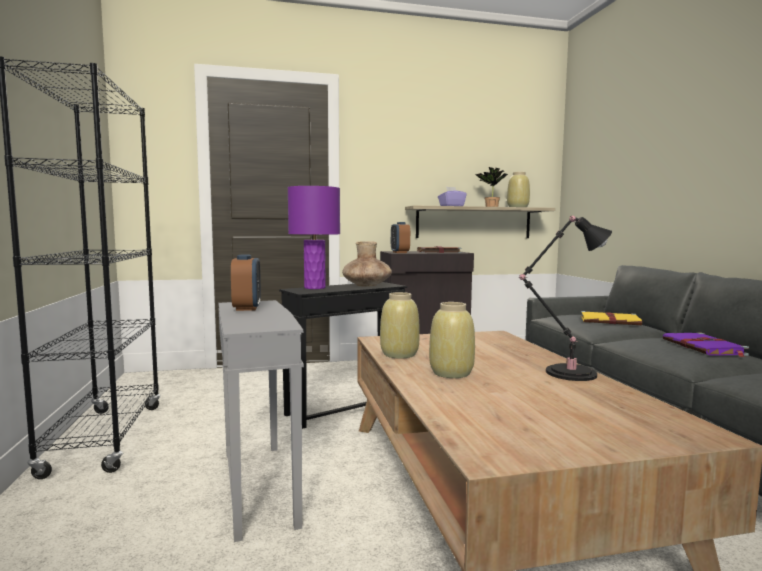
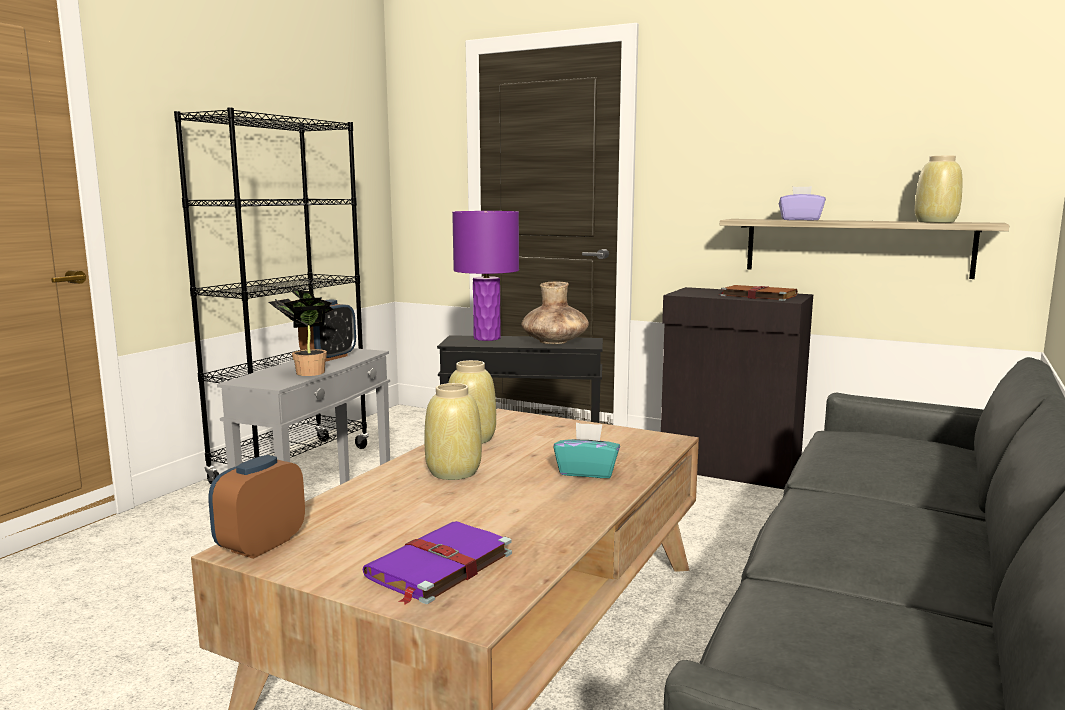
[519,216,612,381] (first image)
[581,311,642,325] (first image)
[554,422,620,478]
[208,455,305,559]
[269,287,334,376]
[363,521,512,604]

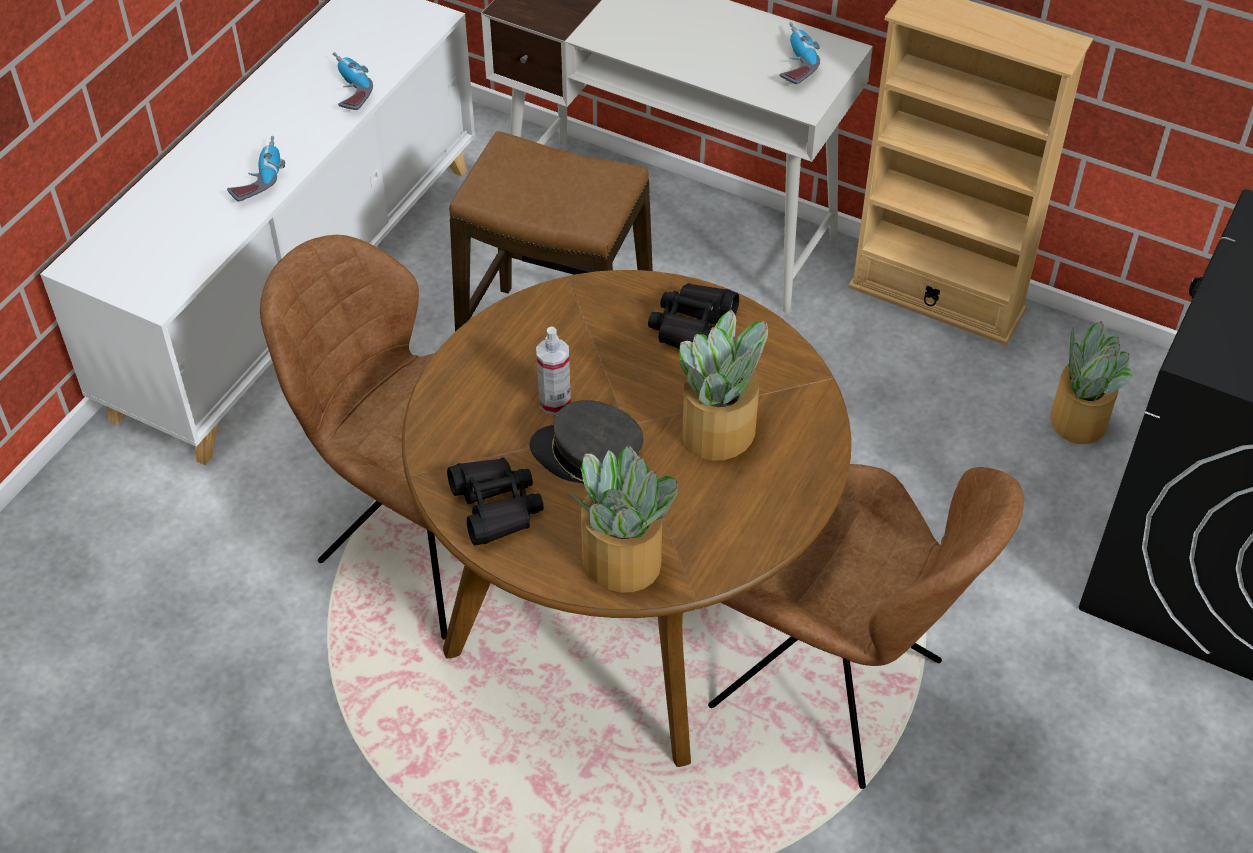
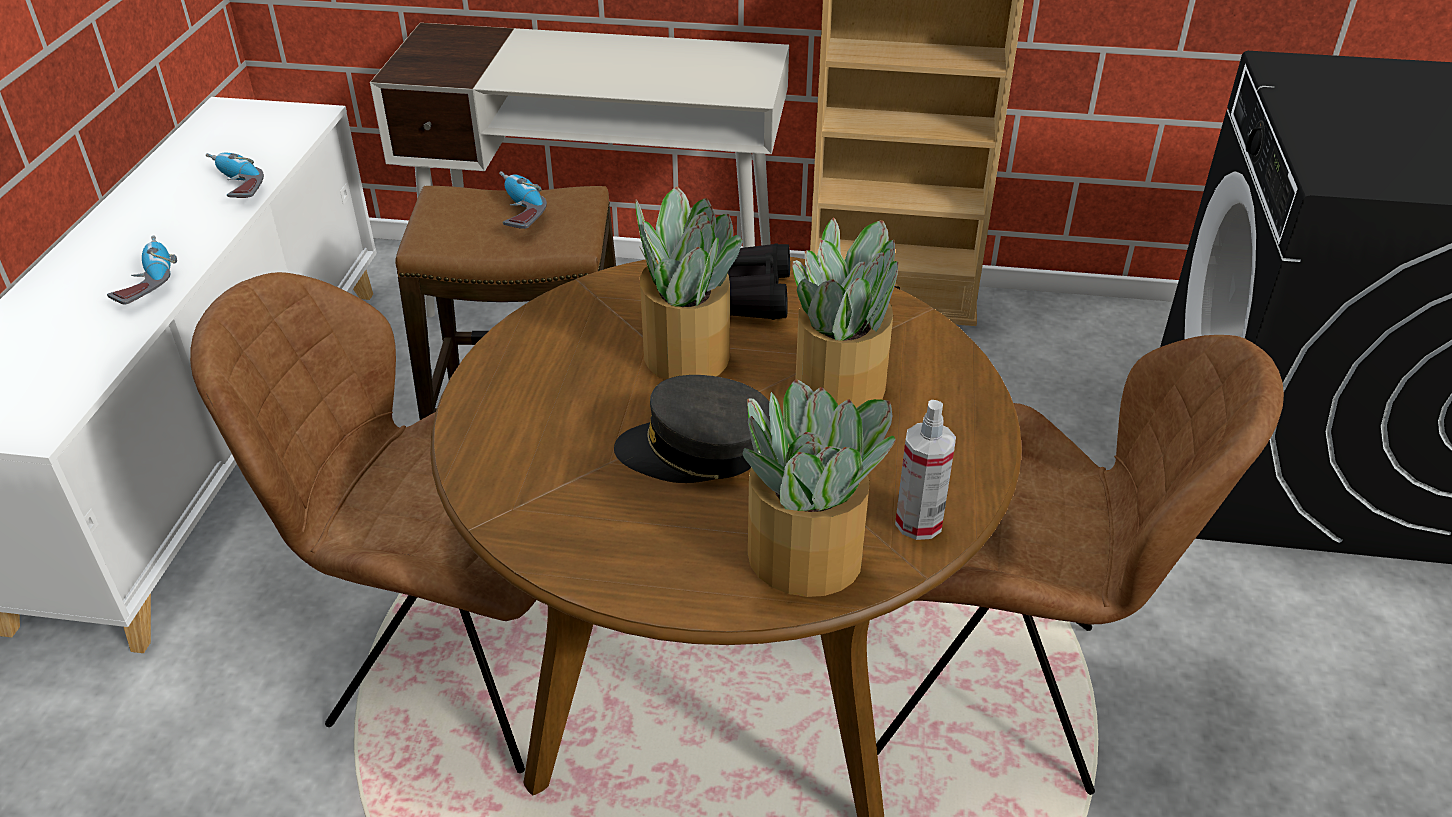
[447,457,544,546] (first image)
[895,400,956,540]
[499,171,547,229]
[636,187,742,380]

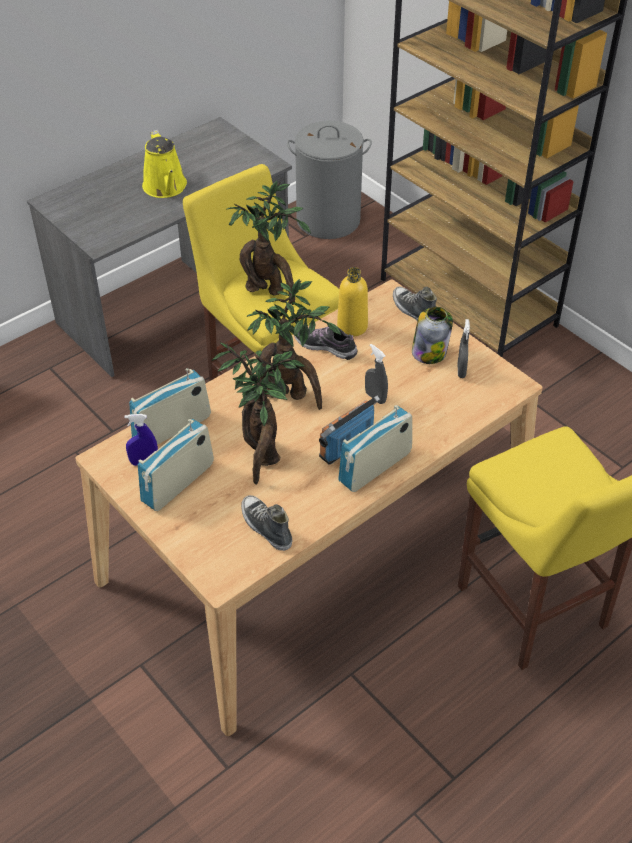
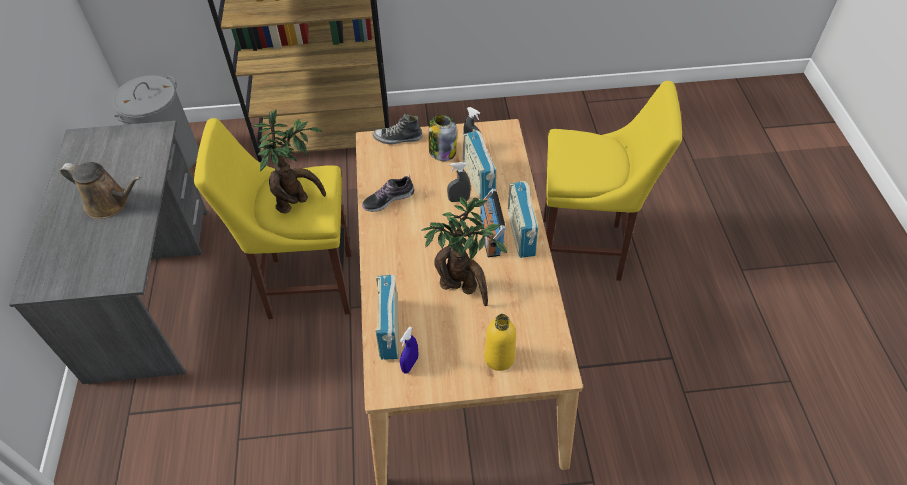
[241,495,292,551] (first image)
[246,279,341,410] (first image)
[463,129,496,200]
[484,314,516,371]
[60,162,141,219]

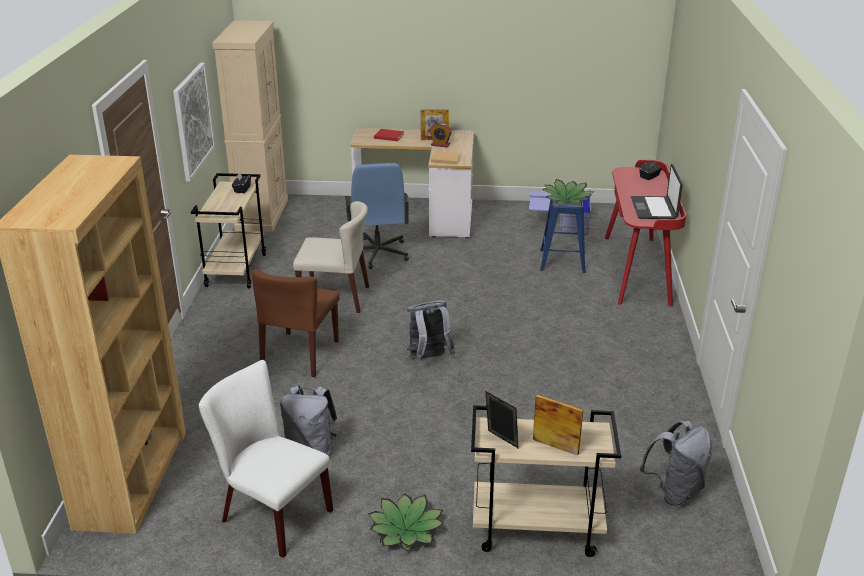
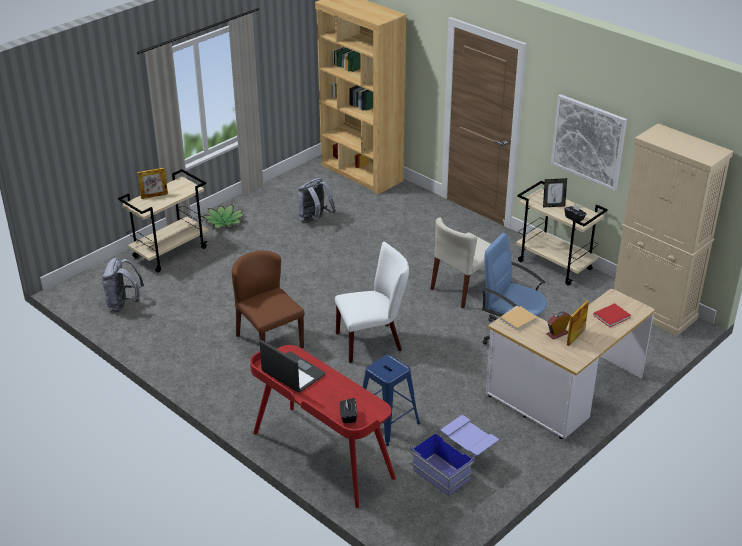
[407,300,455,360] (first image)
[542,179,595,205] (first image)
[335,242,409,363]
[232,251,304,348]
[543,178,567,207]

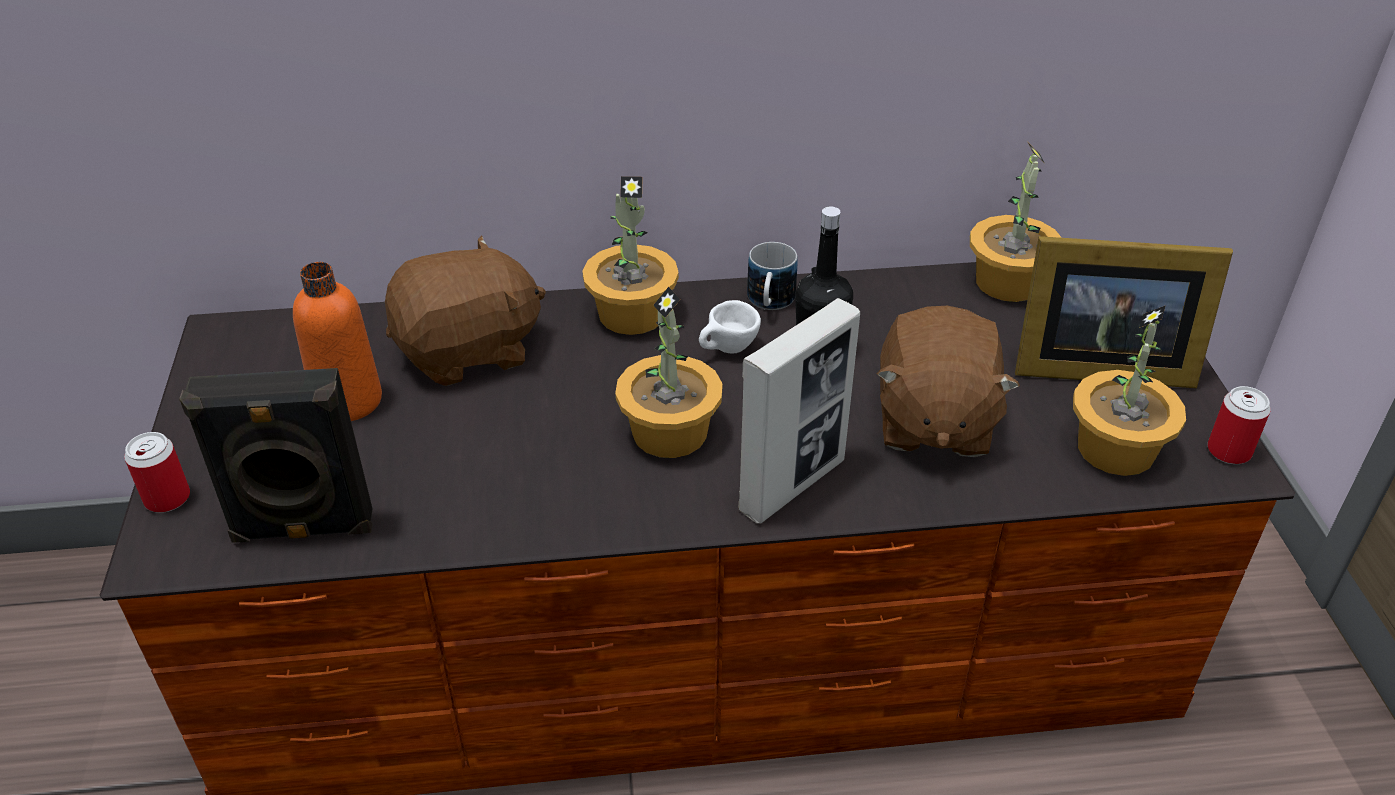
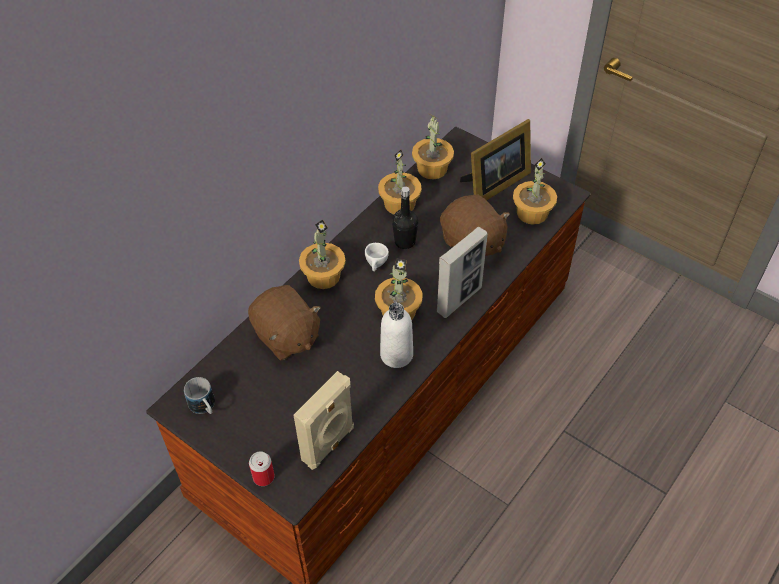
[293,262,382,421] (first image)
[1208,386,1271,464] (first image)
[378,150,422,215]
[380,303,413,368]
[184,377,215,414]
[294,371,354,470]
[248,285,321,361]
[437,227,488,318]

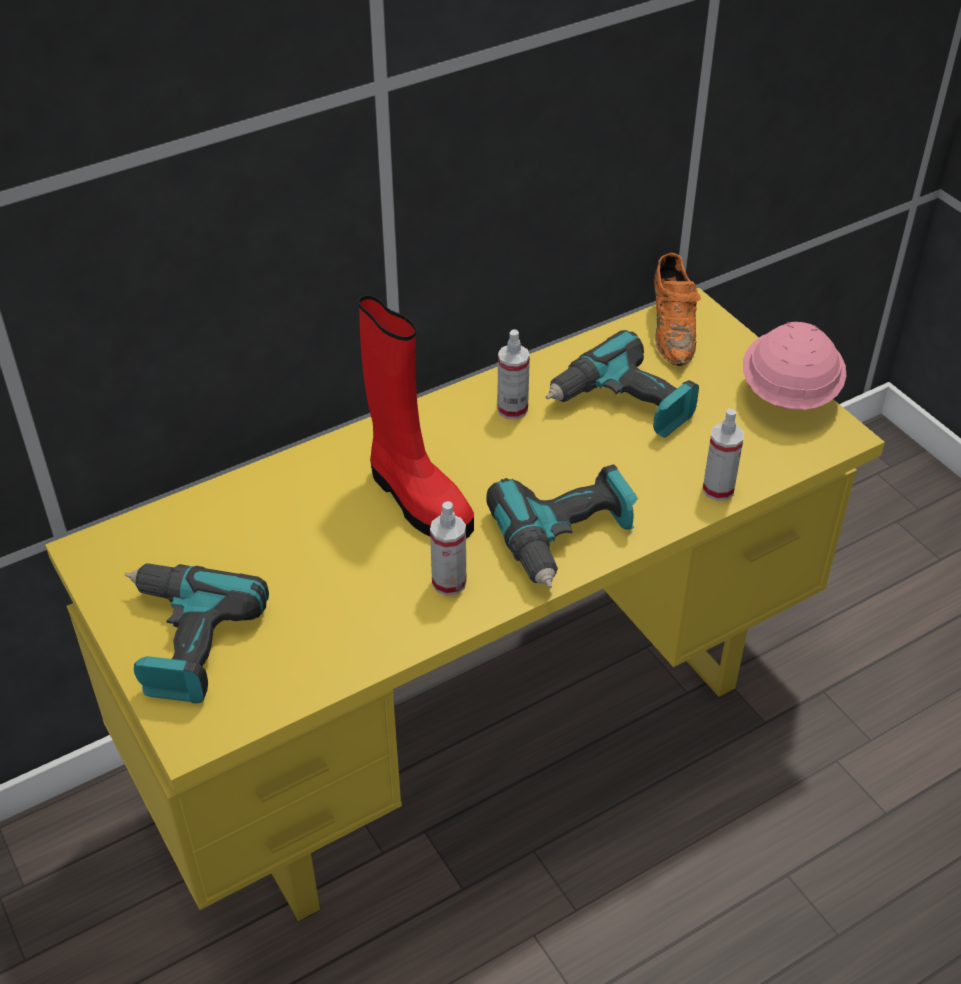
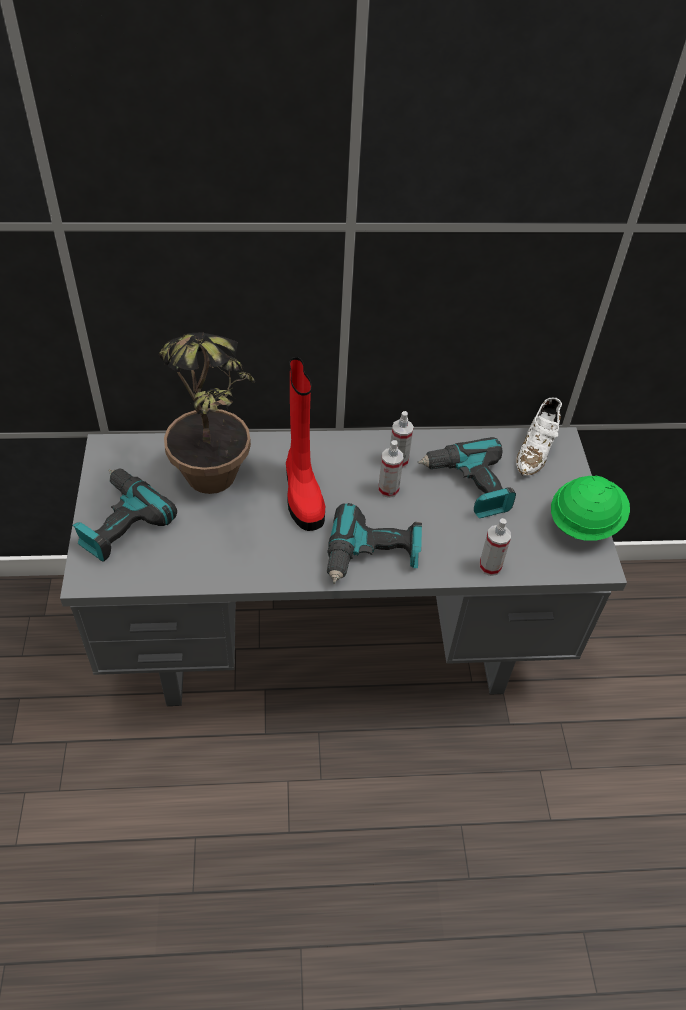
[159,332,255,494]
[378,440,403,498]
[60,427,627,706]
[516,398,562,476]
[551,475,630,541]

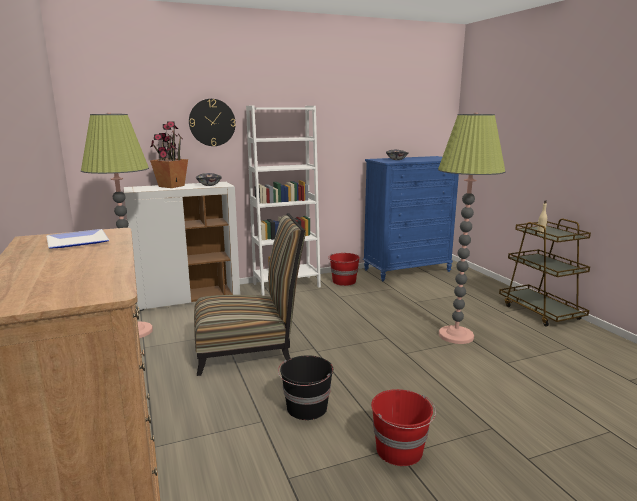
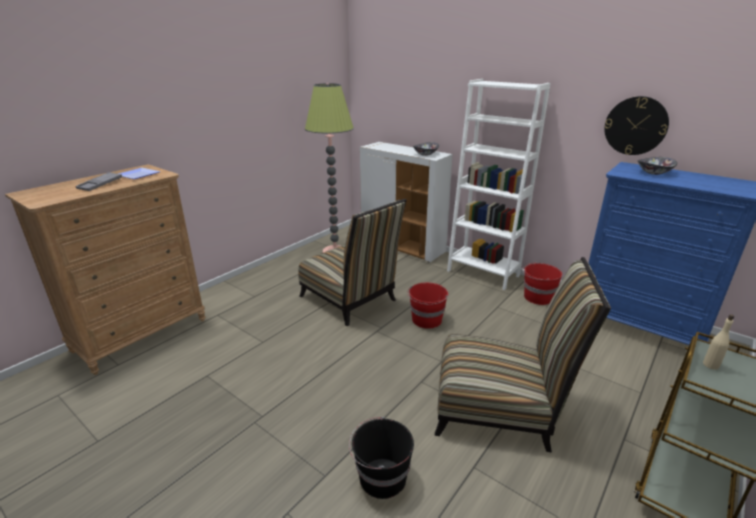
[150,121,188,188] (first image)
[76,172,122,191]
[604,96,669,155]
[349,417,414,499]
[408,283,448,329]
[435,257,611,453]

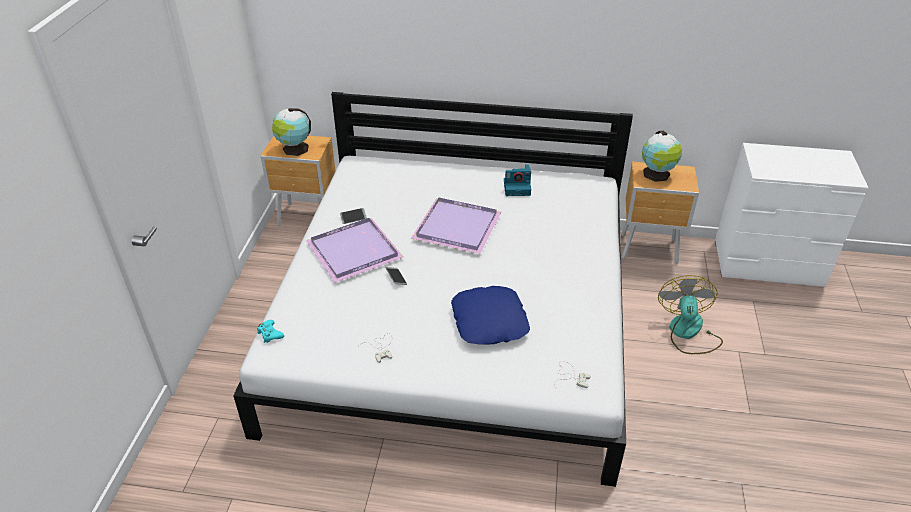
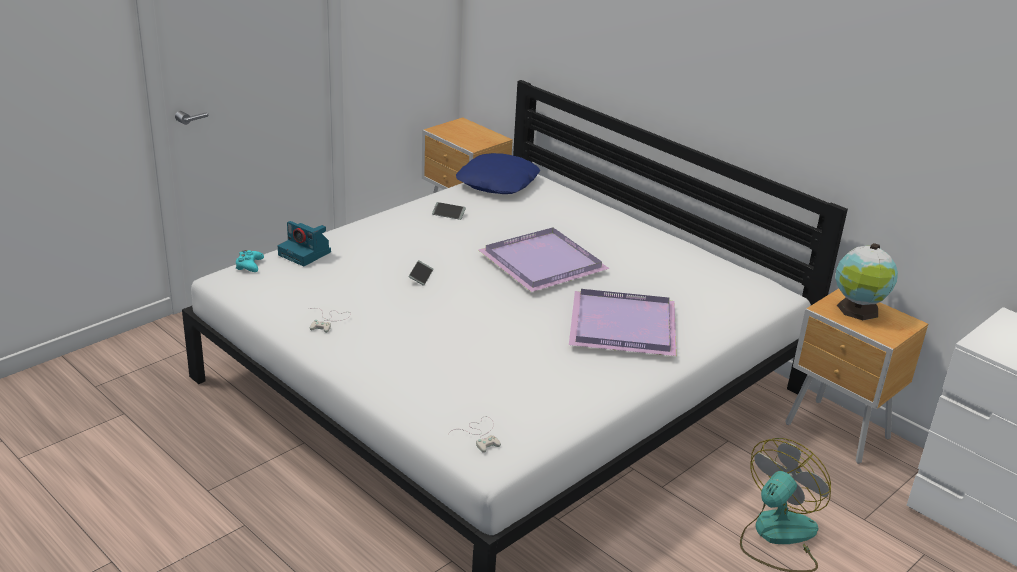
[272,108,311,156] (first image)
[569,289,677,356]
[456,153,540,194]
[278,221,331,266]

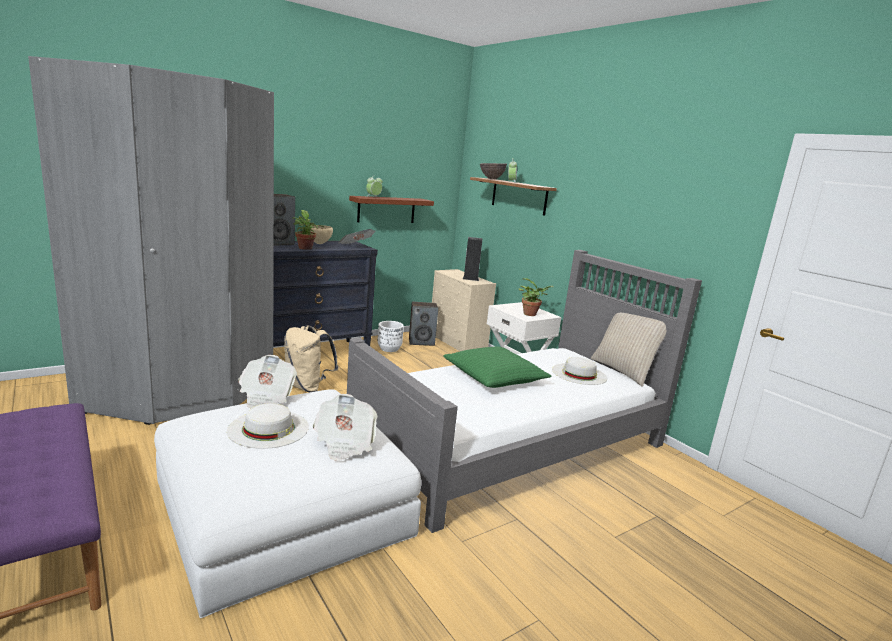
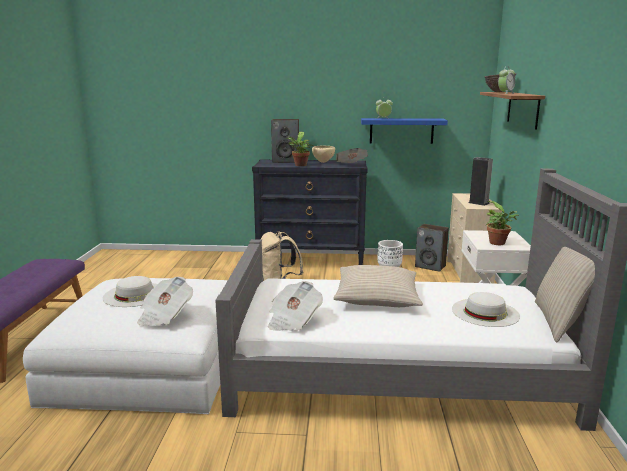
[28,56,274,425] (first image)
[268,281,323,331]
[361,118,448,144]
[334,265,423,307]

